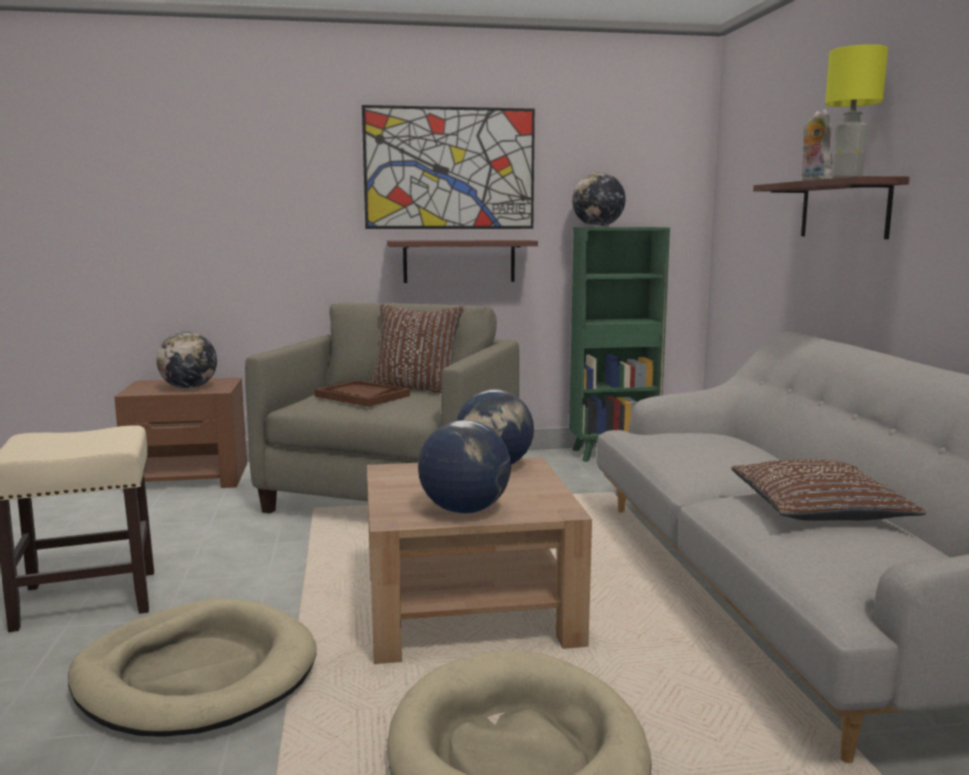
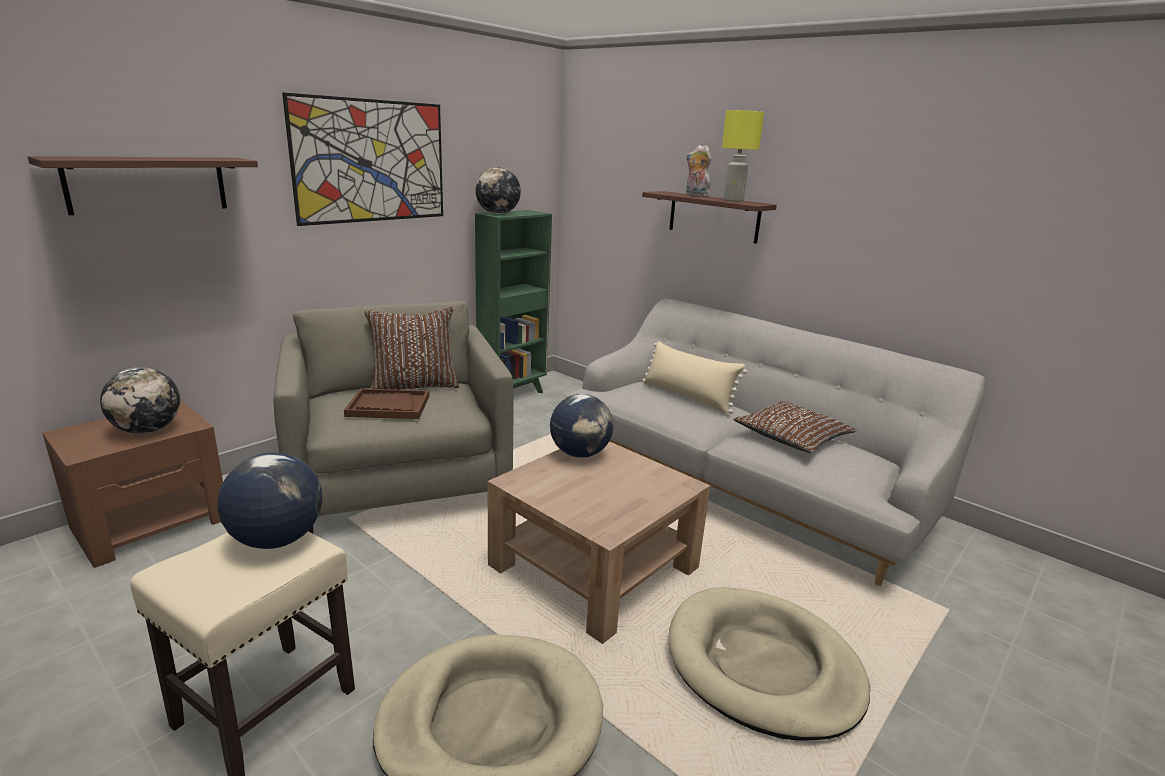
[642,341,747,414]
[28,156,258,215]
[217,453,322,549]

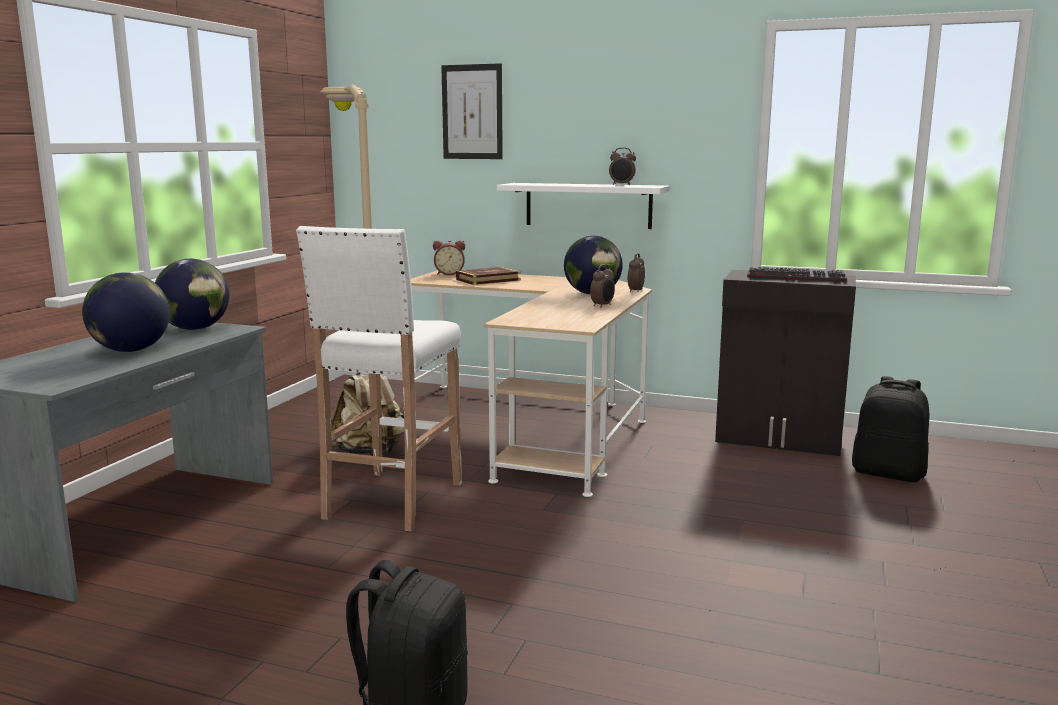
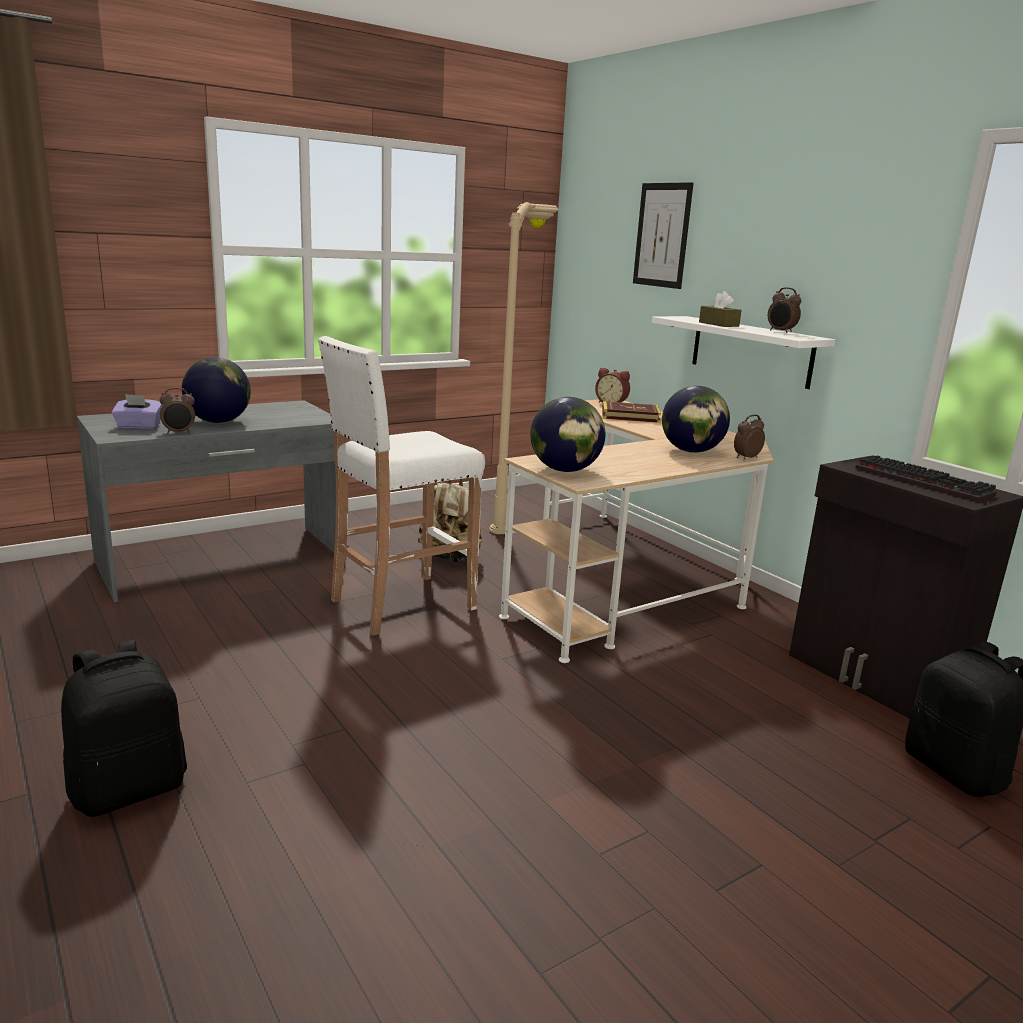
[112,394,163,429]
[699,291,742,327]
[530,397,605,472]
[160,388,195,434]

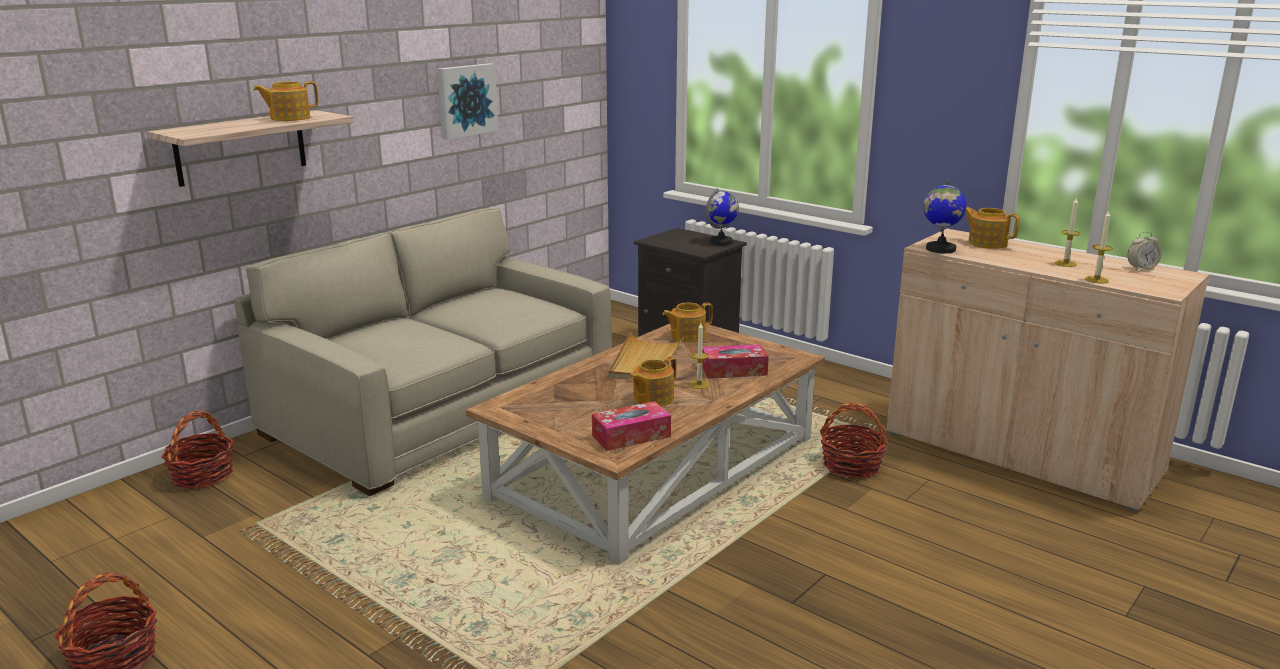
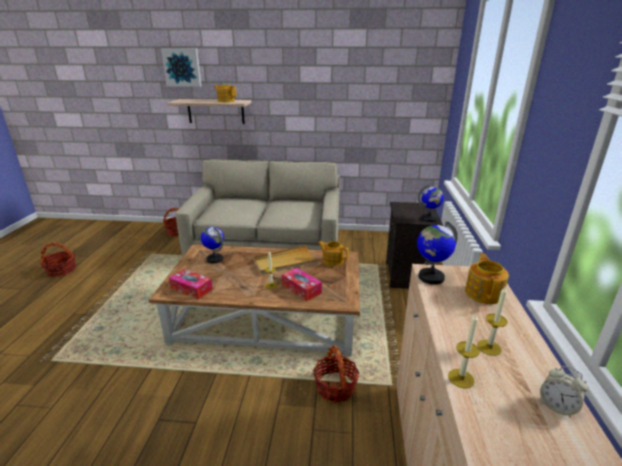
[629,357,677,406] (first image)
[201,226,224,263]
[161,48,202,87]

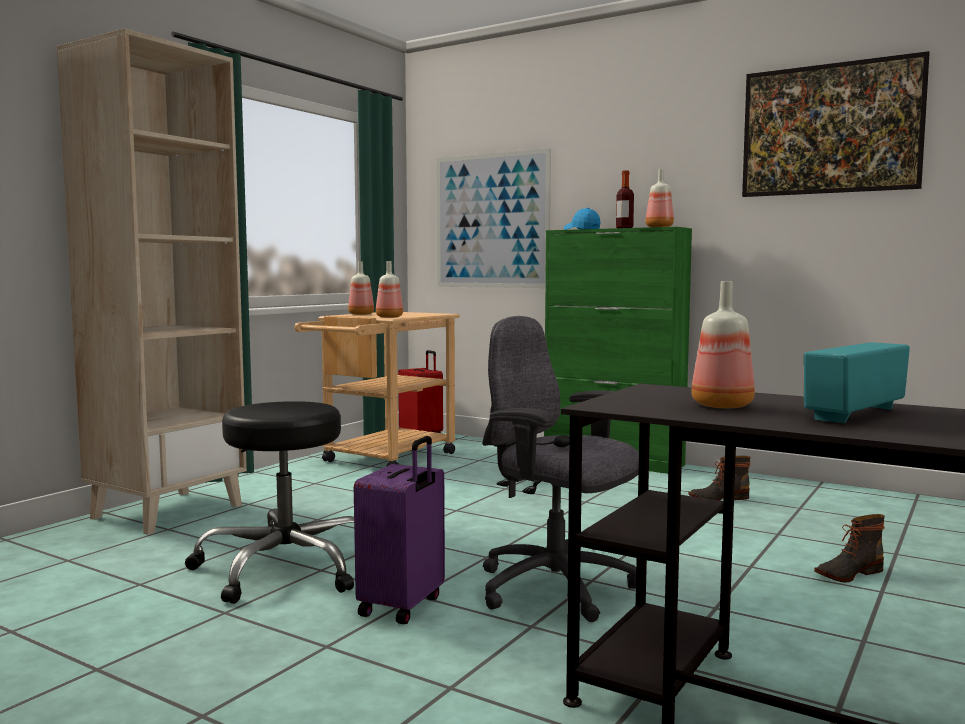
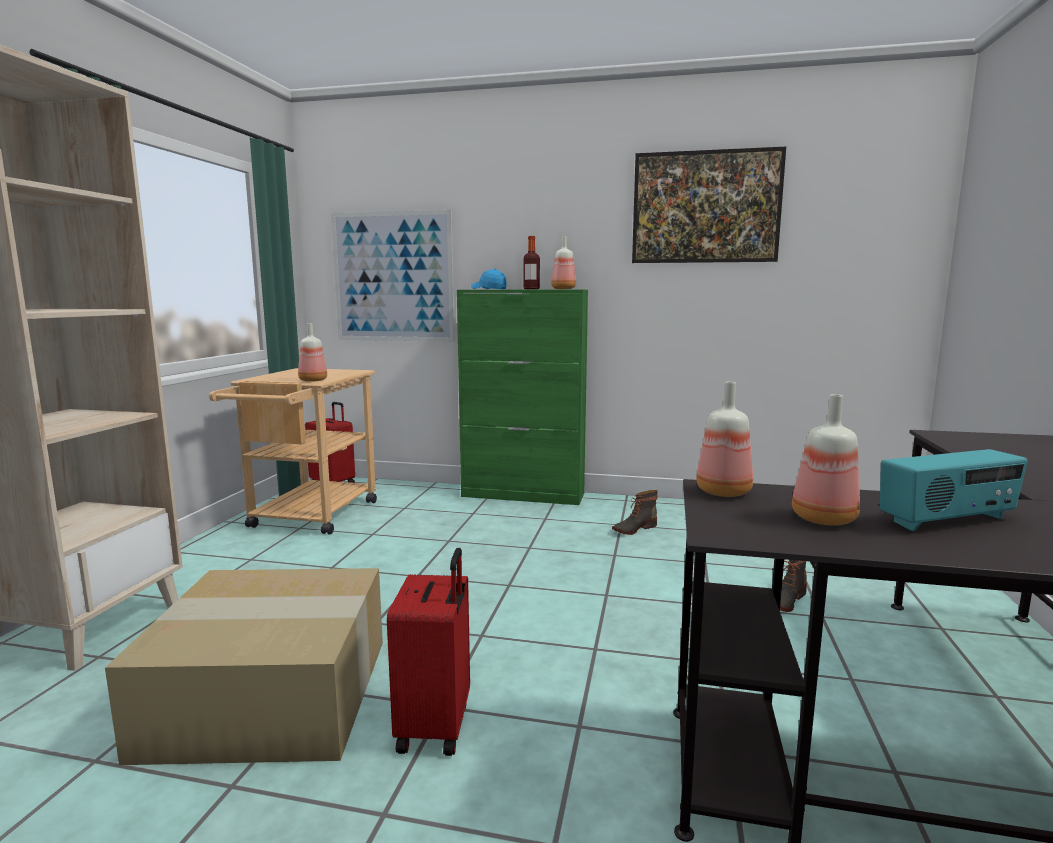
[482,316,639,622] (first image)
[696,382,753,497]
[105,568,383,765]
[387,548,470,756]
[880,449,1028,531]

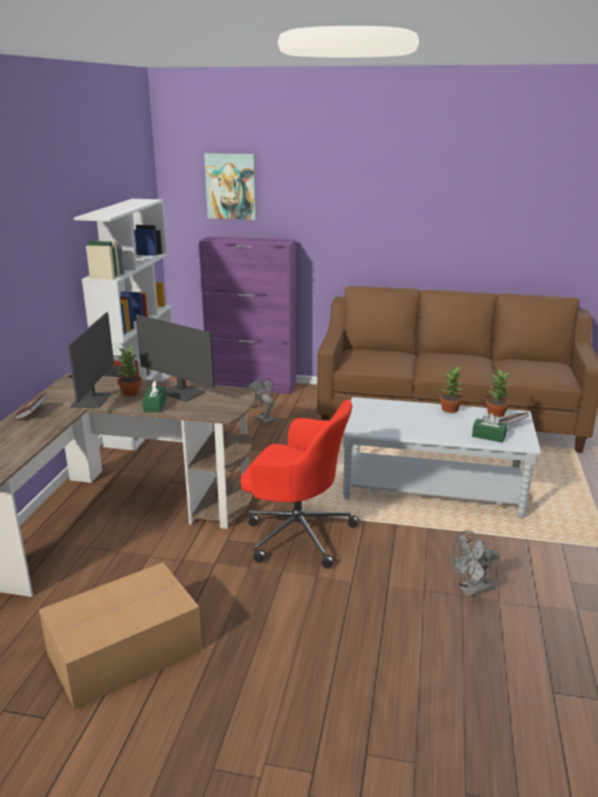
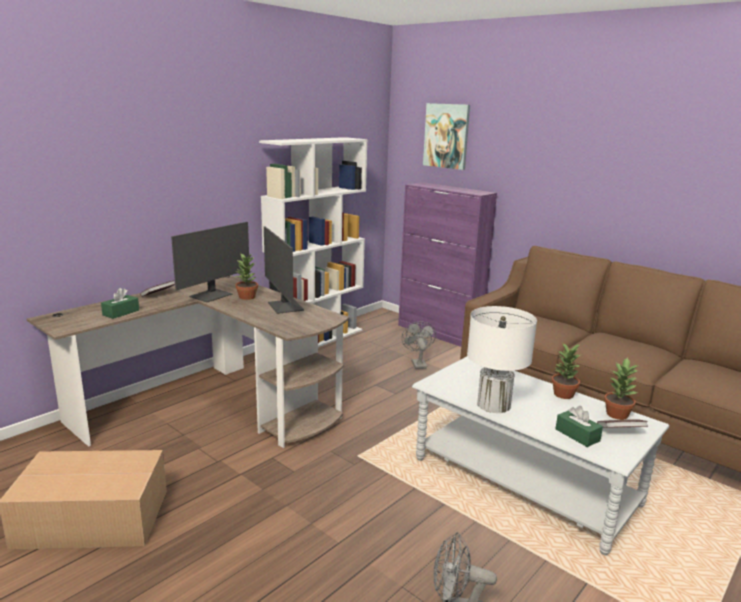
[240,400,359,569] (first image)
[467,306,537,413]
[101,288,139,319]

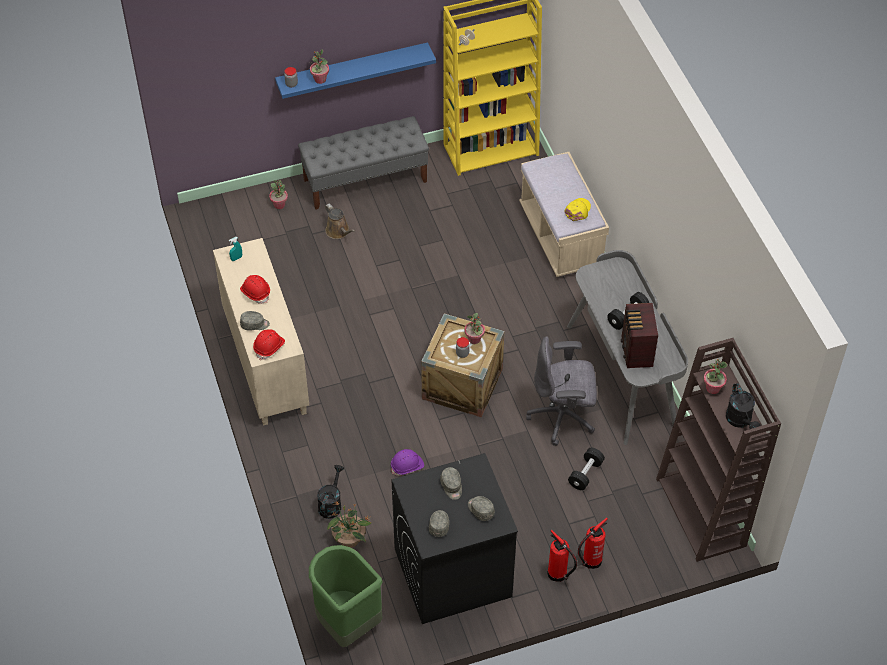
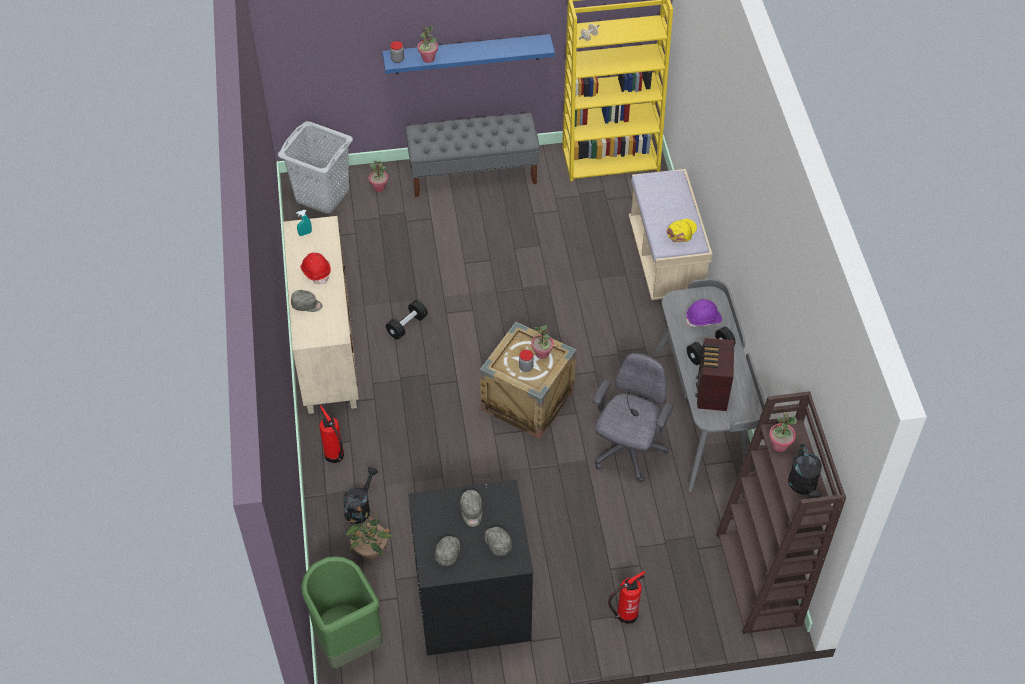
[253,329,285,360] (first image)
[325,204,355,239] (first image)
[278,121,353,214]
[686,299,722,327]
[319,406,344,463]
[386,300,428,340]
[593,353,674,483]

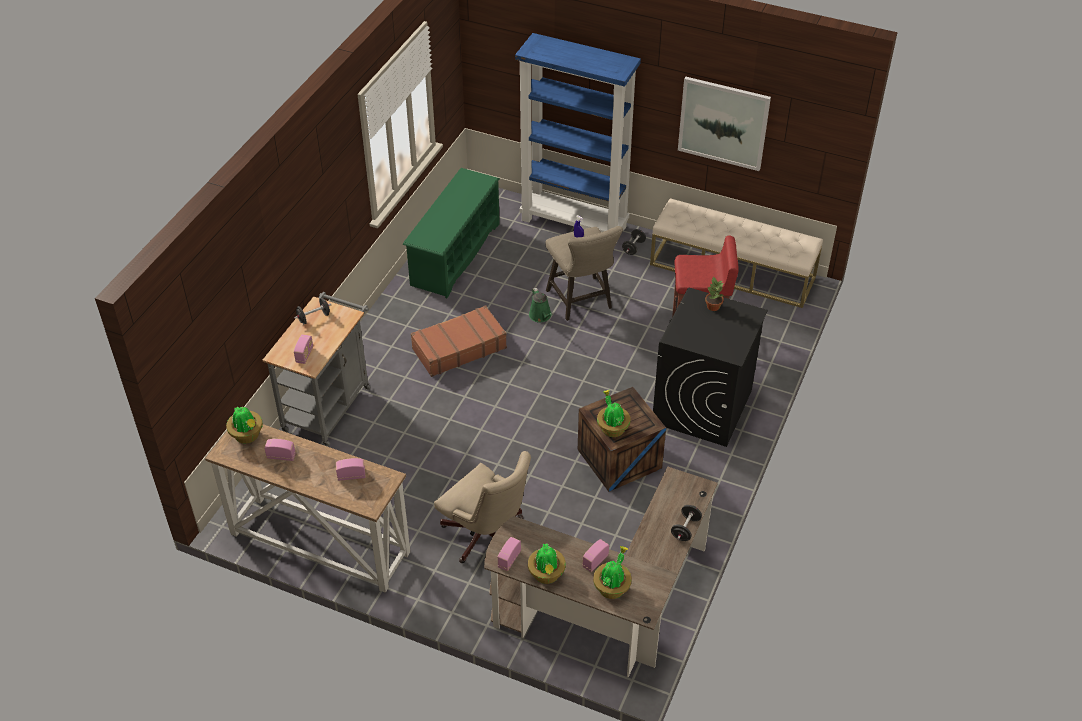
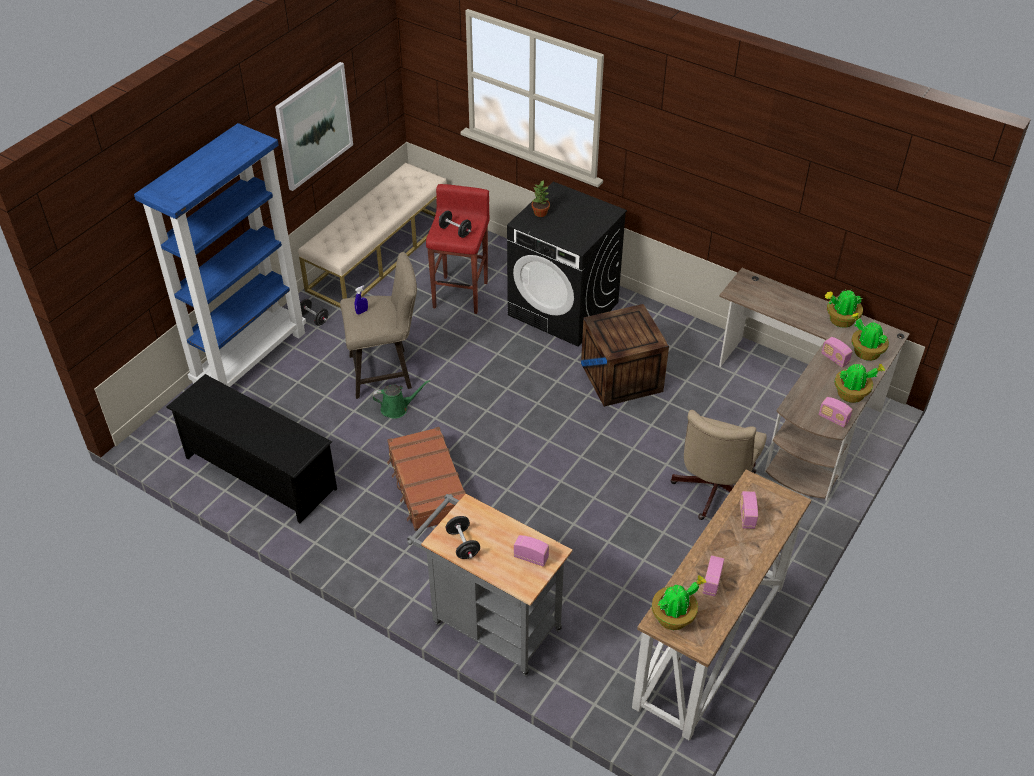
[825,288,863,328]
[439,210,471,238]
[166,374,337,523]
[670,410,767,520]

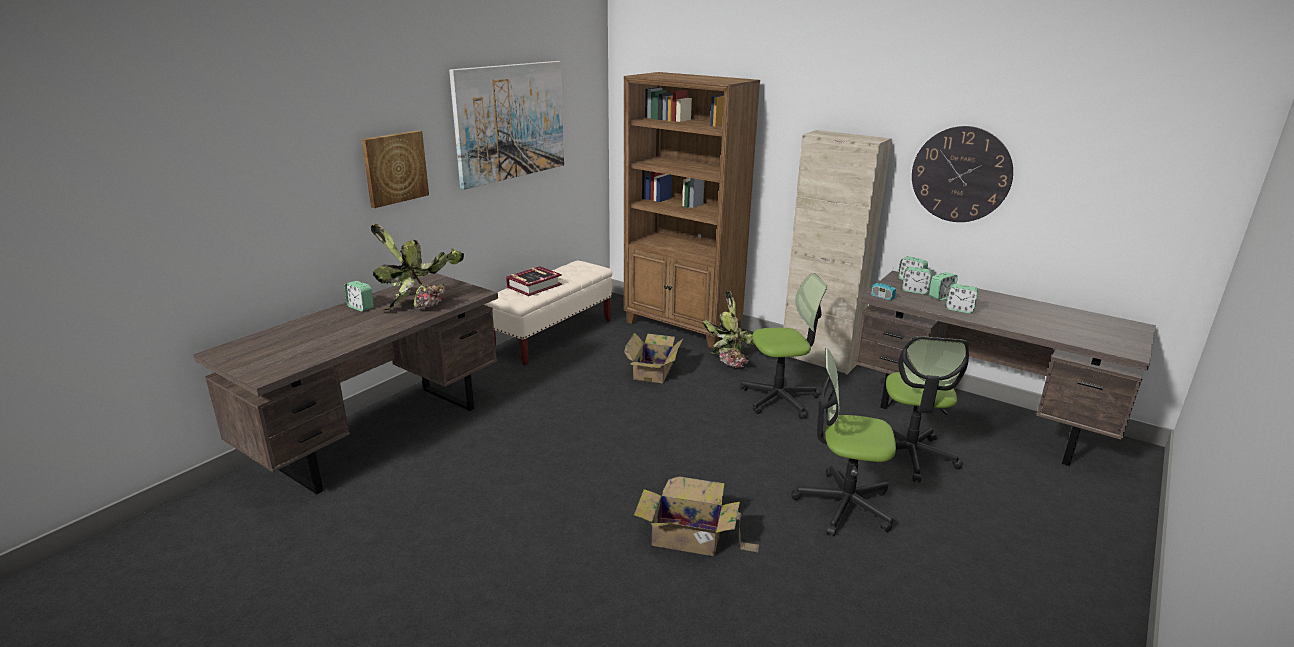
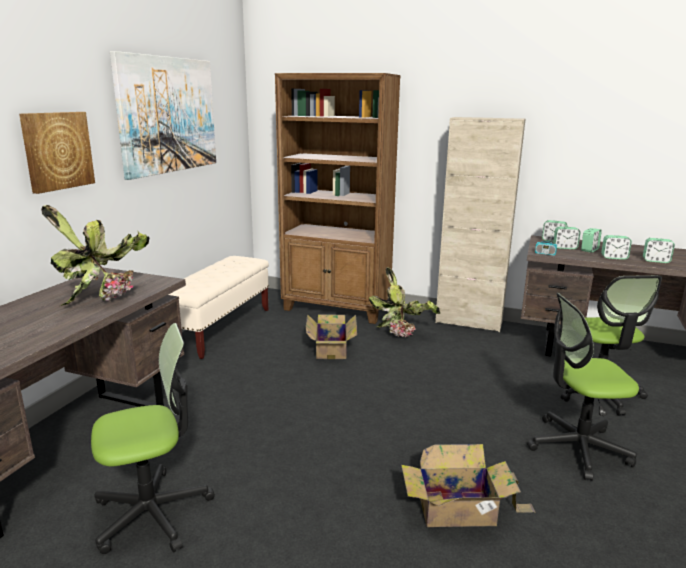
[506,266,562,296] (first image)
[912,126,1013,222] (first image)
[643,238,675,263]
[91,323,215,554]

